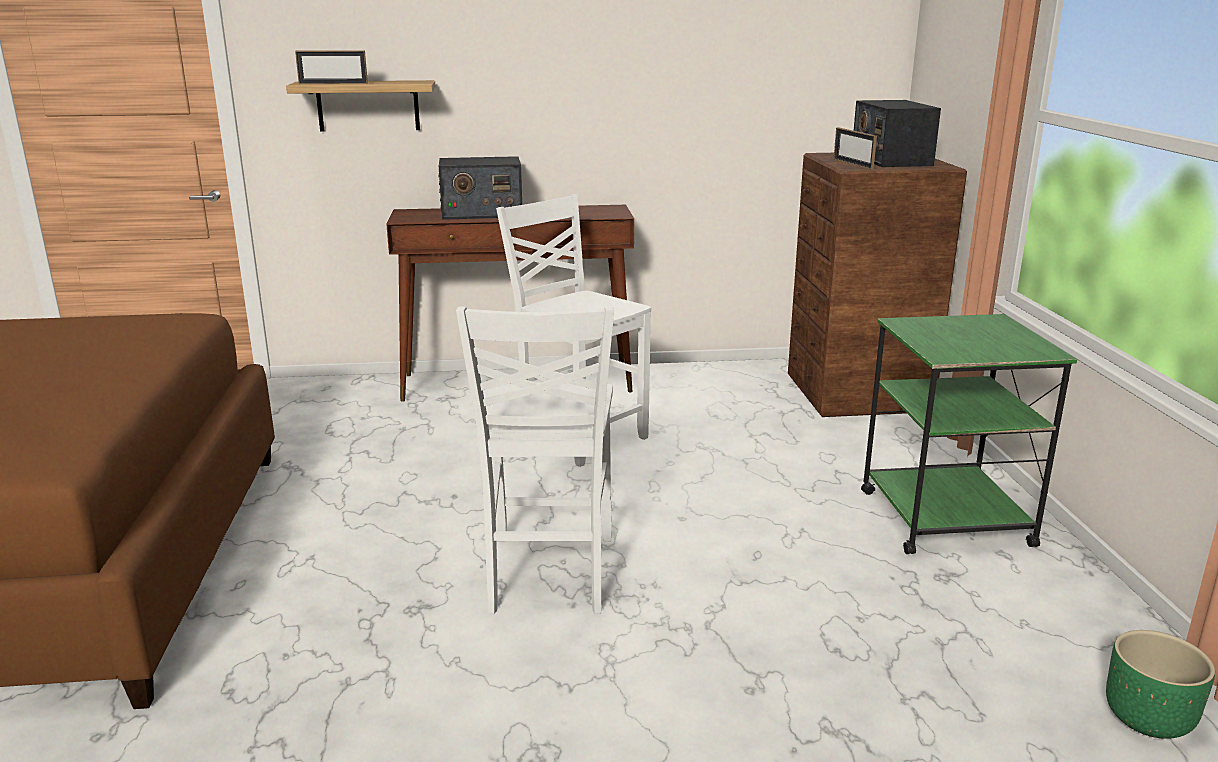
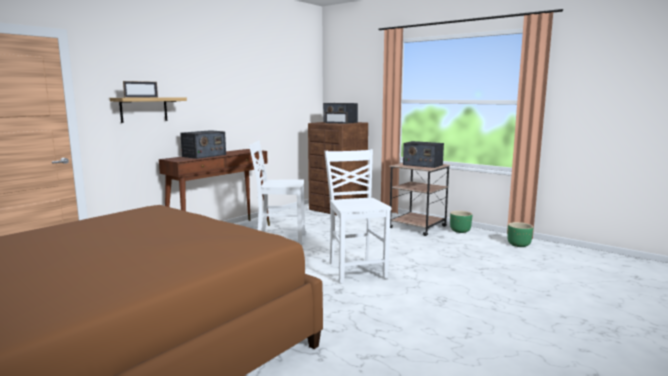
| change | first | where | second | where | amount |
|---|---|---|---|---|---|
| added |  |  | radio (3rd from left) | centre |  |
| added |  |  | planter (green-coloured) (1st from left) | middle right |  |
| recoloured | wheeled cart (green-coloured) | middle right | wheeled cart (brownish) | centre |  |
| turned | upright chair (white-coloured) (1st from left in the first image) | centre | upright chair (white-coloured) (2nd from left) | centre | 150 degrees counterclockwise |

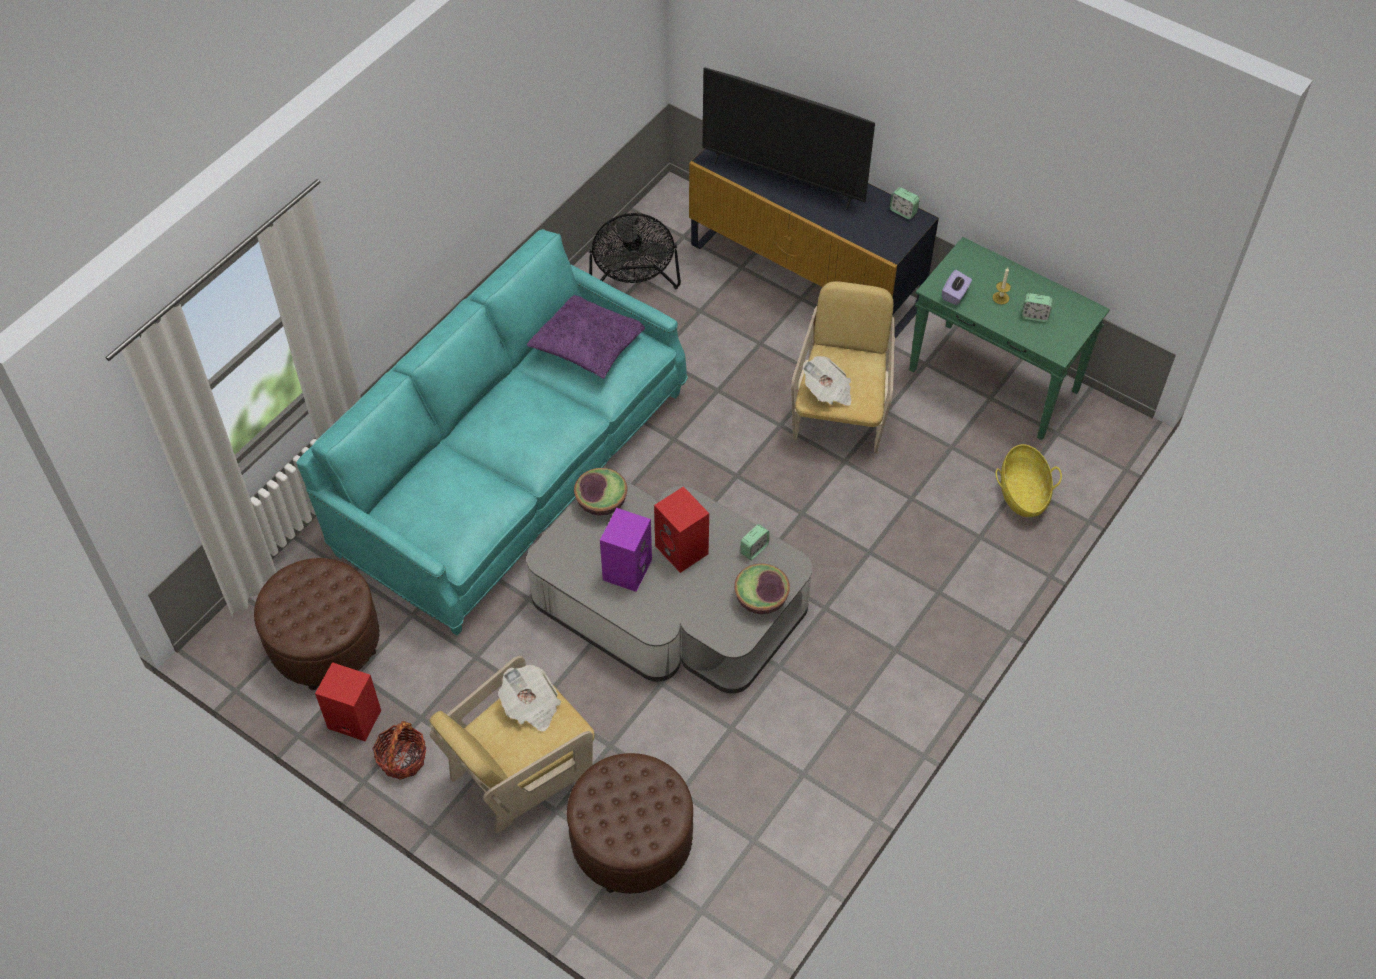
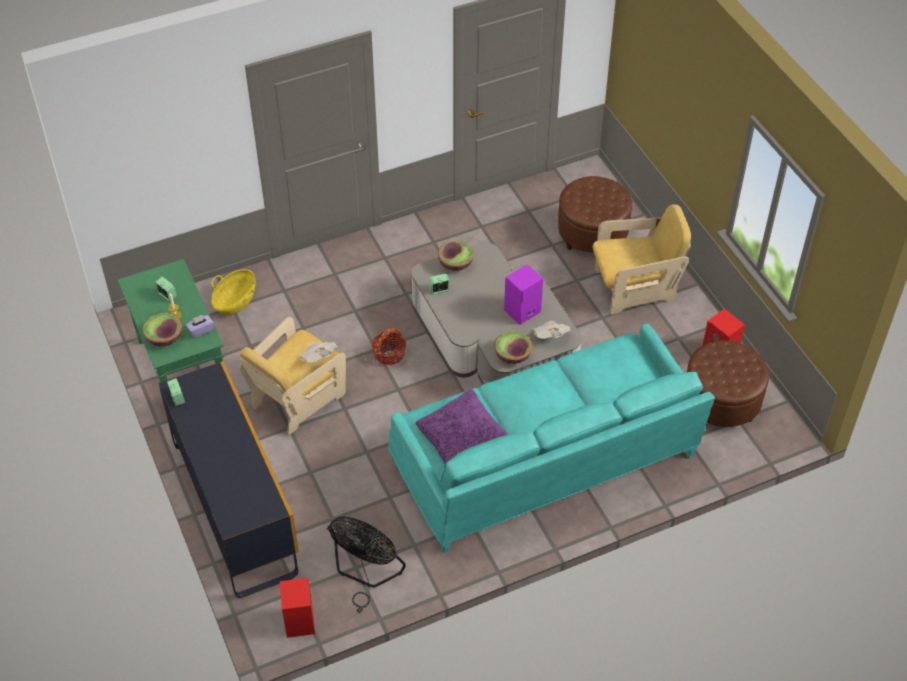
| change | first | where | second | where | amount |
|---|---|---|---|---|---|
| removed | TV | top centre |  |  |  |
| added |  |  | deep dish (1st from left) | middle left |  |
| moved | storage basket (1st from left in the first image) | bottom left | storage basket (2nd from left) | centre |  |
| moved | newspaper (1st from left in the first image) | bottom centre | newspaper (2nd from left) | centre |  |
| moved | audio speaker (reddish) (2nd from left in the first image) | centre | audio speaker (reddish) (1st from left) | bottom left |  |

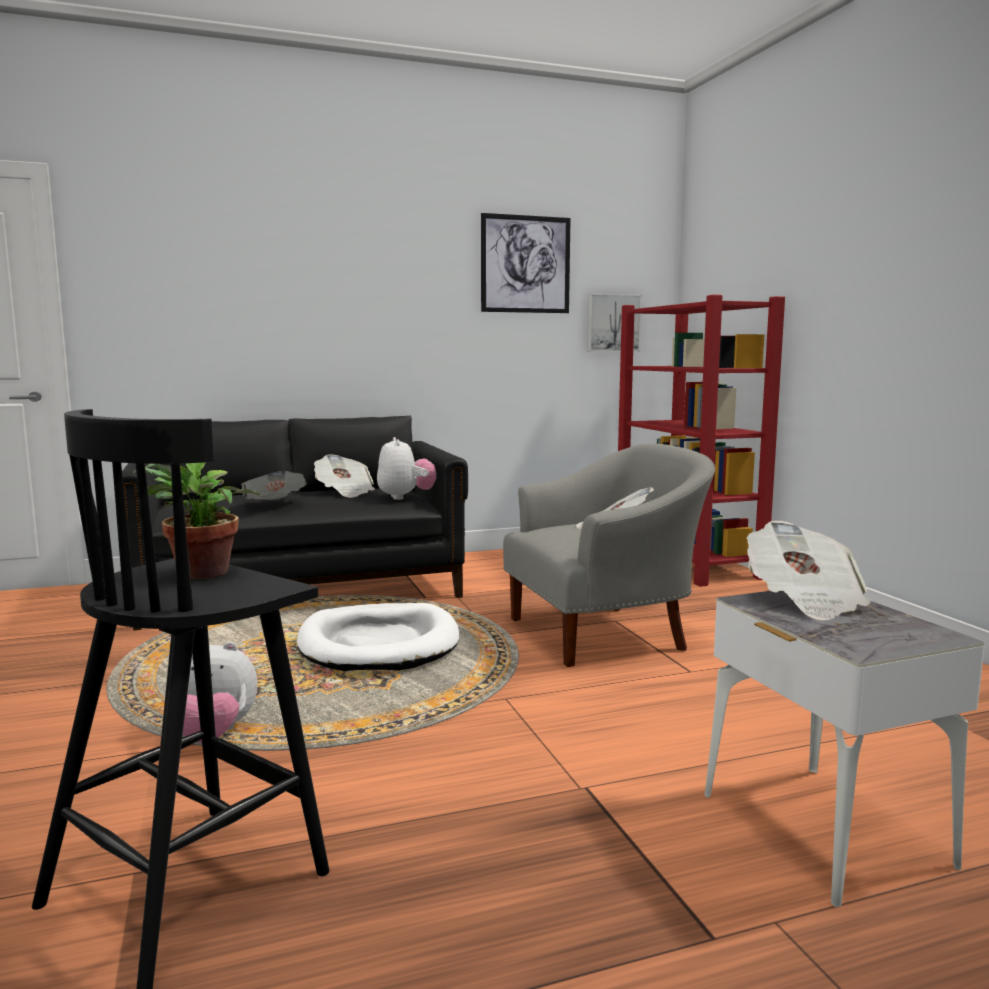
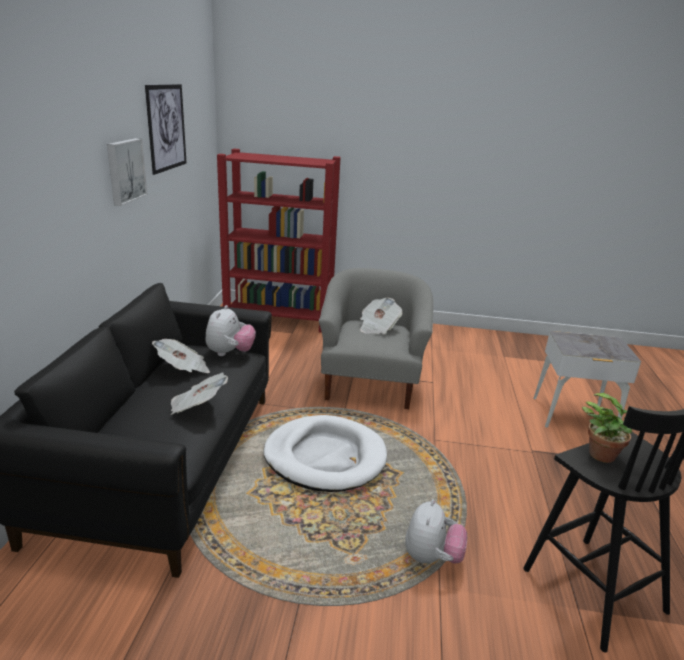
| change | first | where | second | where | amount |
|---|---|---|---|---|---|
| removed | newspaper (4th from left) | middle right |  |  |  |
| moved | picture (2nd from left in the first image) | top centre | picture (1st from left) | top left |  |
| turned | plush toy (2nd from left in the first image) | centre | plush toy (1st from left) | centre | 90 degrees clockwise |

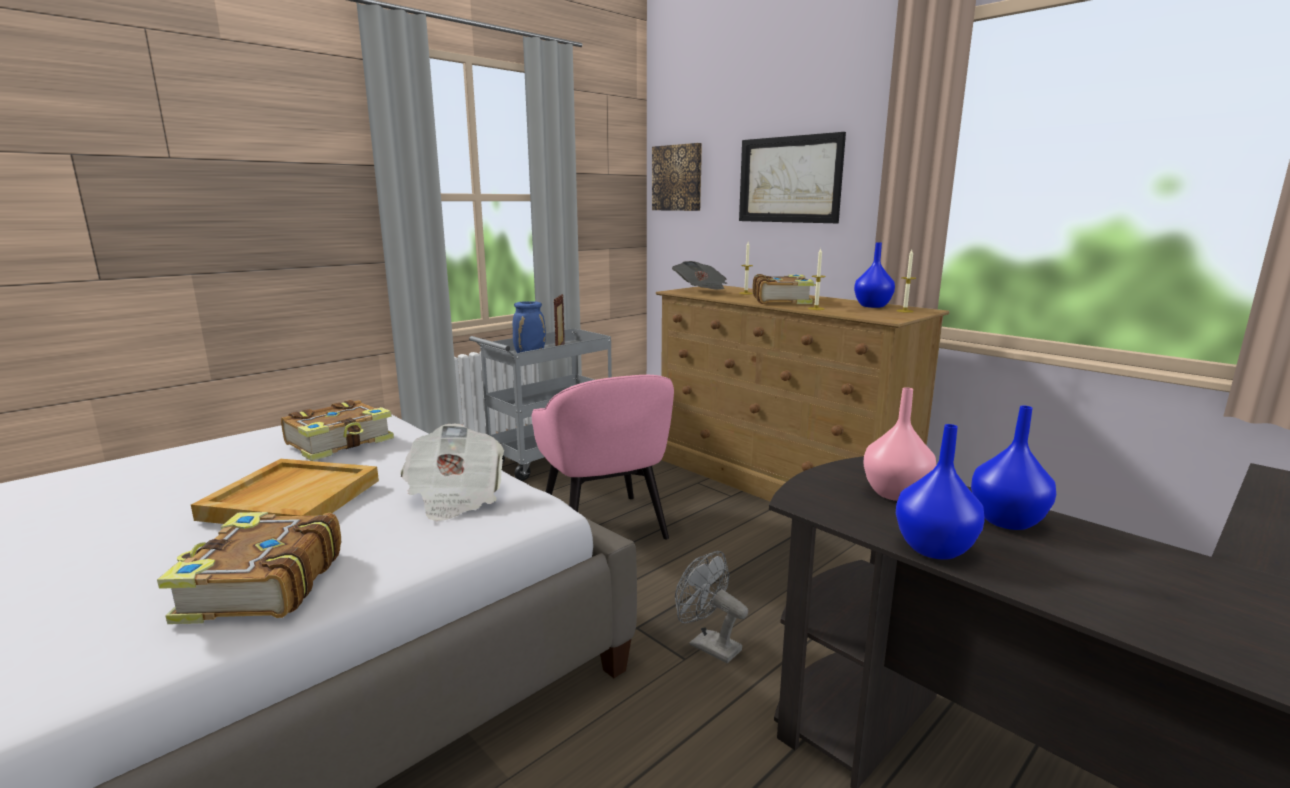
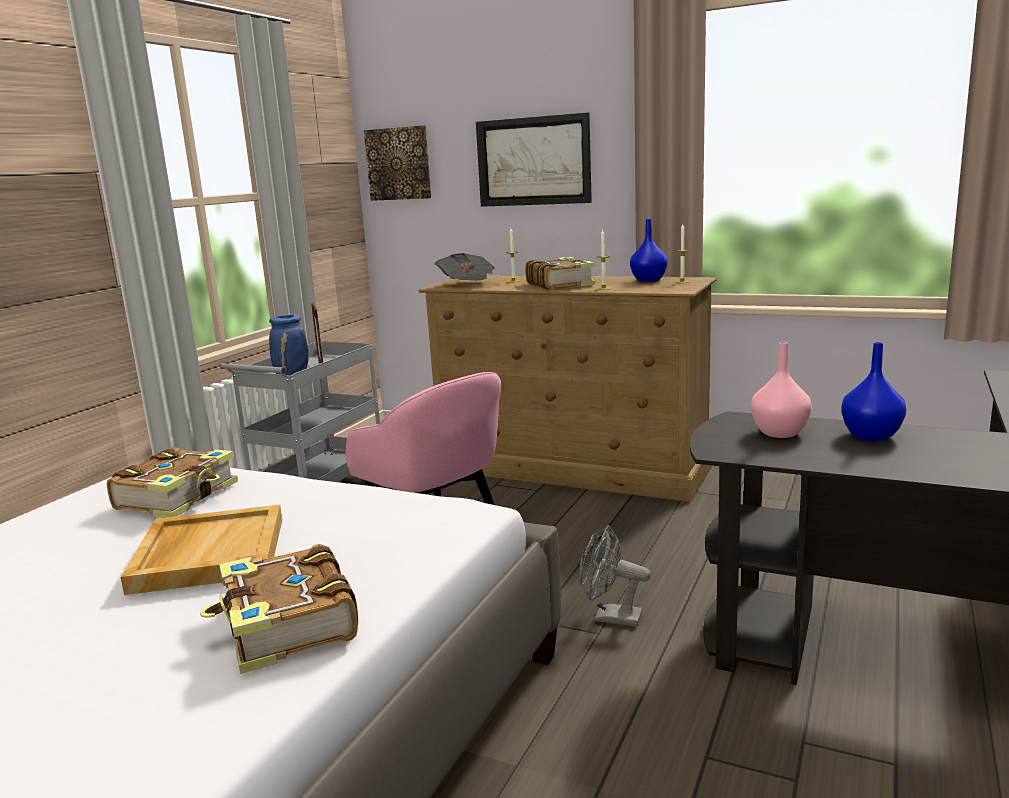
| change | first | where | second | where | amount |
|---|---|---|---|---|---|
| removed | newspaper (1st from left) | centre |  |  |  |
| removed | decorative vase (bluish) (3rd from left) | middle right |  |  |  |

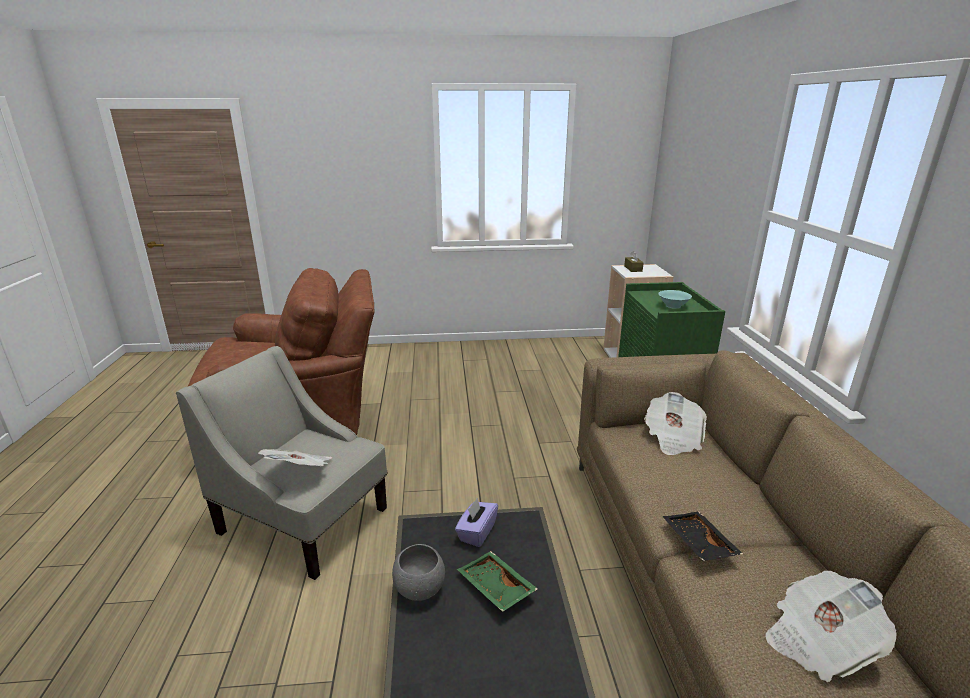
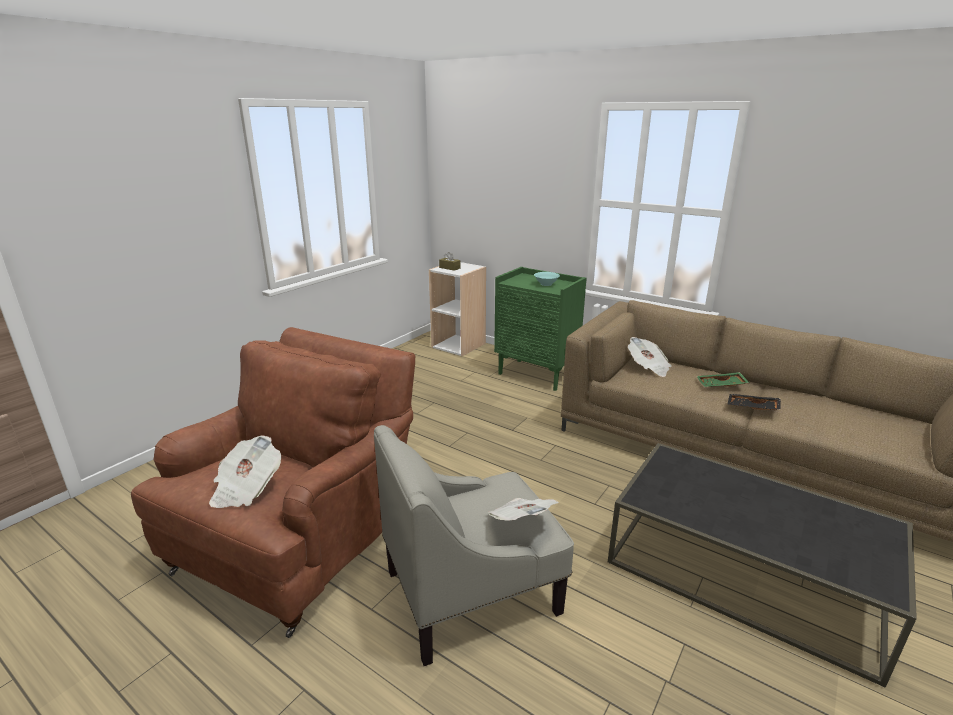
| change | first | where | second | where | amount |
|---|---|---|---|---|---|
| removed | deep dish (greyish) | bottom centre |  |  |  |
| removed | tissue holder (purple-coloured) | bottom centre |  |  |  |
| moved | serving tray (green-coloured) | bottom centre |  | middle right |  |
| moved | newspaper (3rd from left in the first image) | bottom right | newspaper (1st from left) | middle left |  |

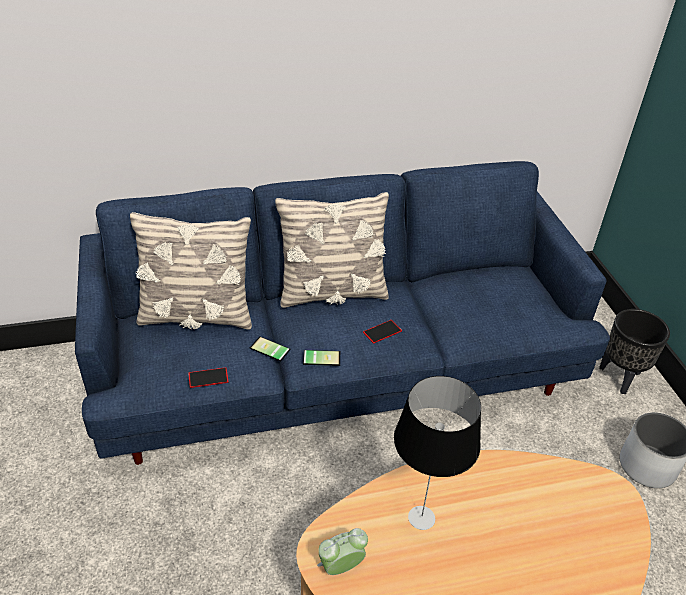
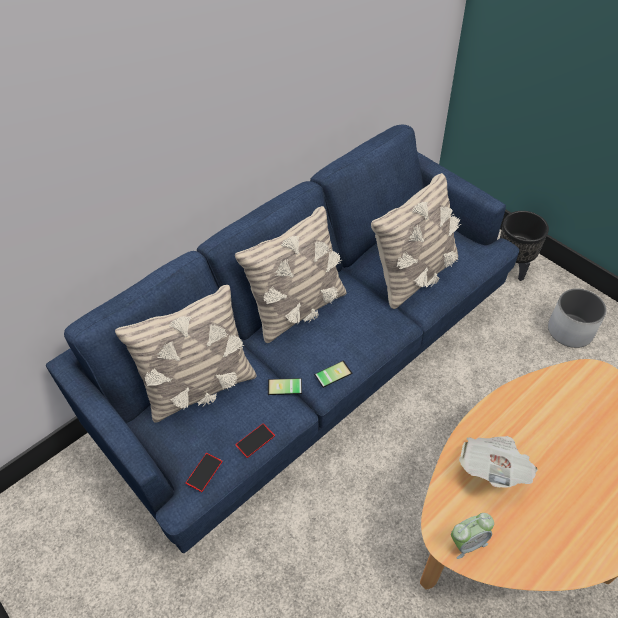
| change | first | where | second | where | amount |
|---|---|---|---|---|---|
| added |  |  | throw pillow (beige) (3rd from left) | middle right |  |
| moved | telephone (4th from left in the first image) | centre | telephone (1st from left) | bottom left |  |
| replaced | table lamp | bottom centre | newspaper | bottom right |  |
| turned | alarm clock | bottom centre |  | bottom right | 150 degrees counterclockwise |

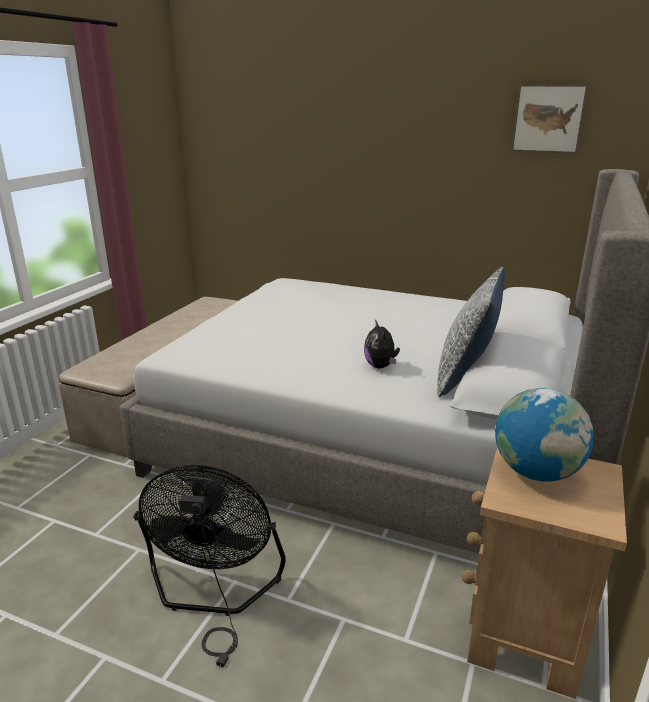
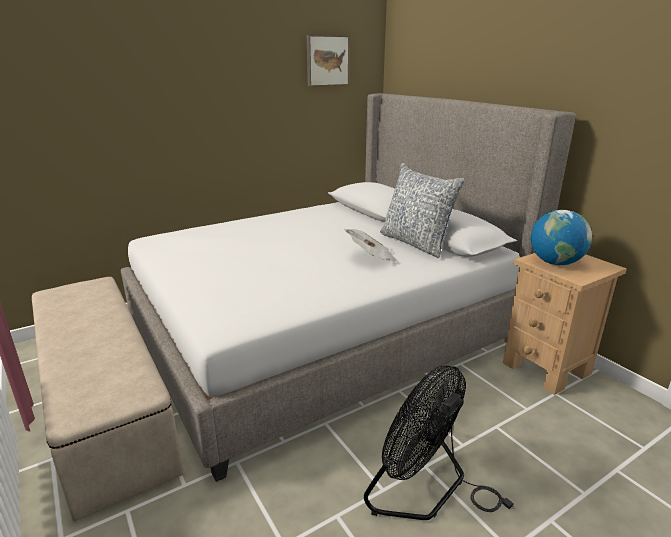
| change | first | where | second | where | amount |
|---|---|---|---|---|---|
| replaced | plush toy | centre | newspaper | centre |  |

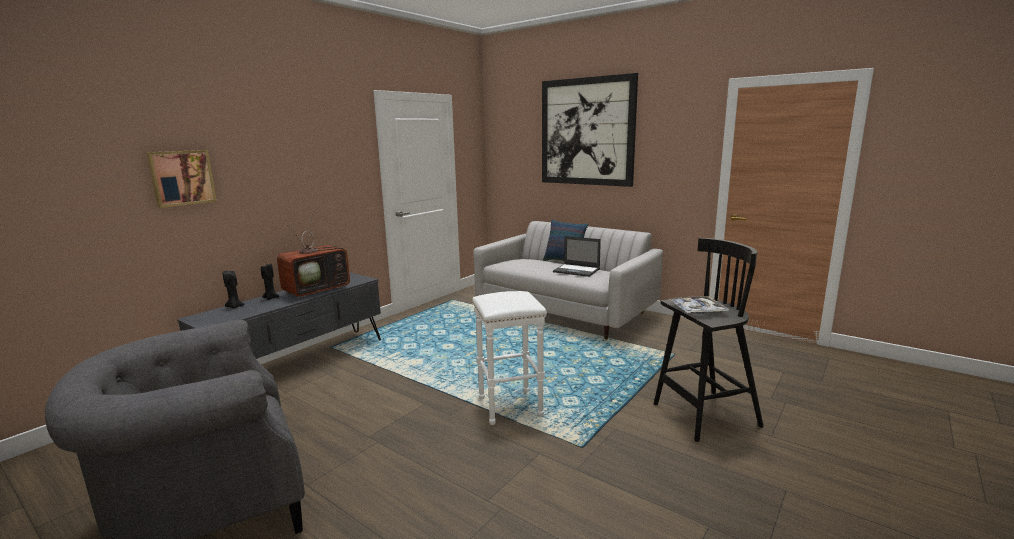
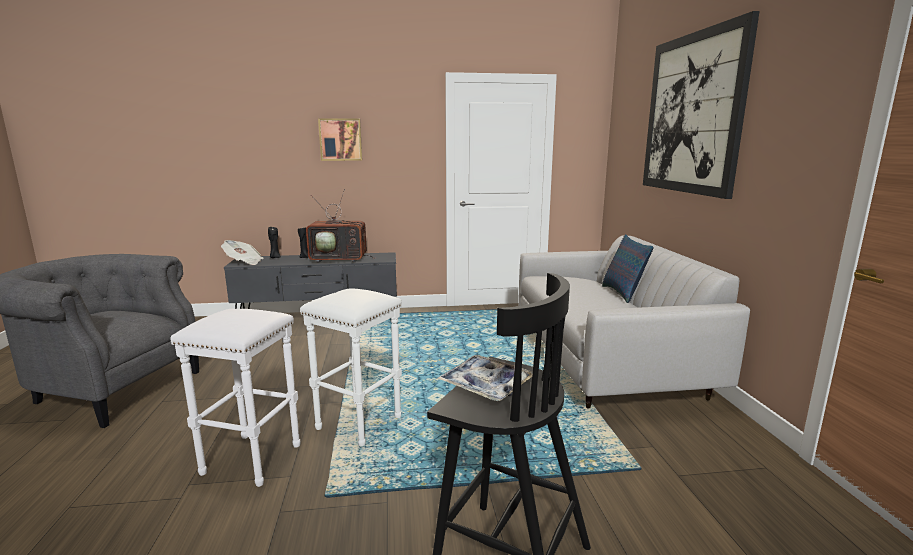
| change | first | where | second | where | amount |
|---|---|---|---|---|---|
| removed | notebook computer | centre |  |  |  |
| added |  |  | stool (white-coloured) (1st from left) | bottom left |  |
| added |  |  | newspaper | middle left |  |
| moved | picture (1st from left) | top left |  | top centre |  |

